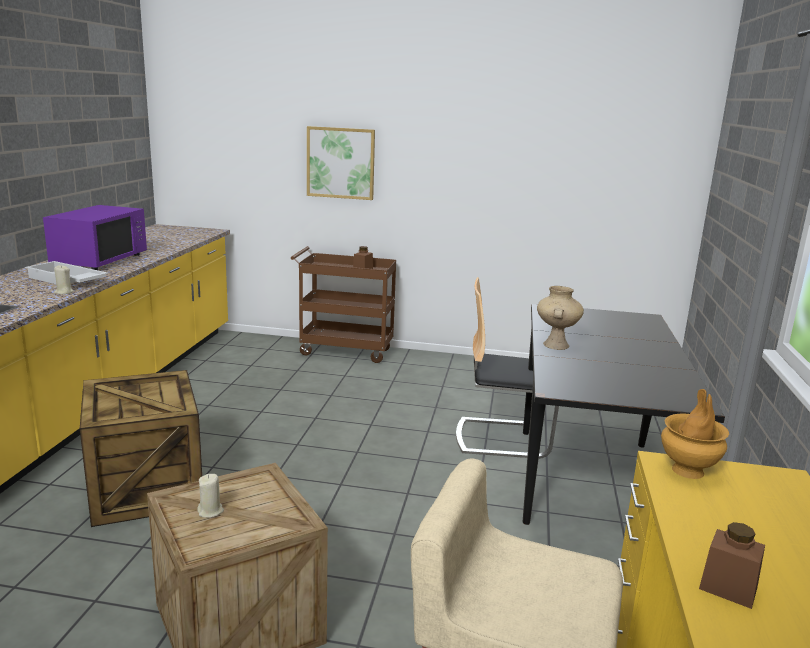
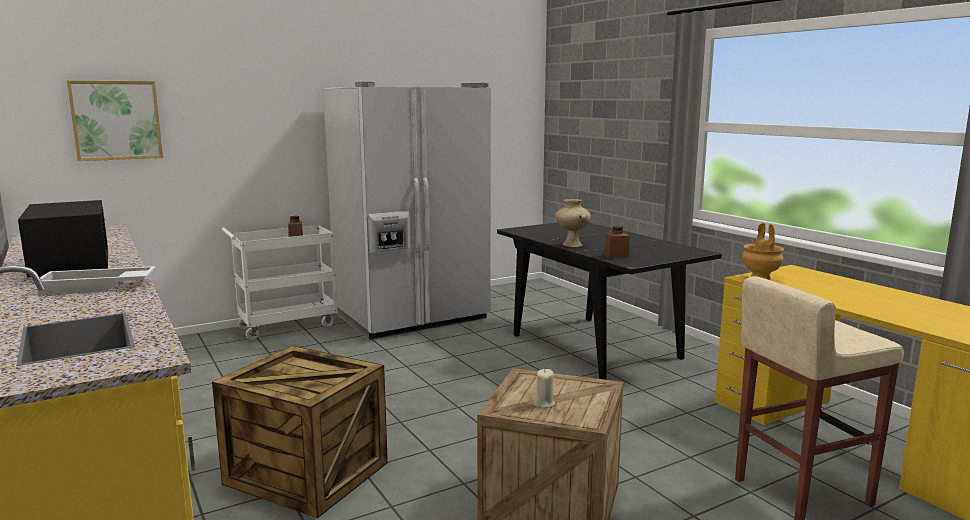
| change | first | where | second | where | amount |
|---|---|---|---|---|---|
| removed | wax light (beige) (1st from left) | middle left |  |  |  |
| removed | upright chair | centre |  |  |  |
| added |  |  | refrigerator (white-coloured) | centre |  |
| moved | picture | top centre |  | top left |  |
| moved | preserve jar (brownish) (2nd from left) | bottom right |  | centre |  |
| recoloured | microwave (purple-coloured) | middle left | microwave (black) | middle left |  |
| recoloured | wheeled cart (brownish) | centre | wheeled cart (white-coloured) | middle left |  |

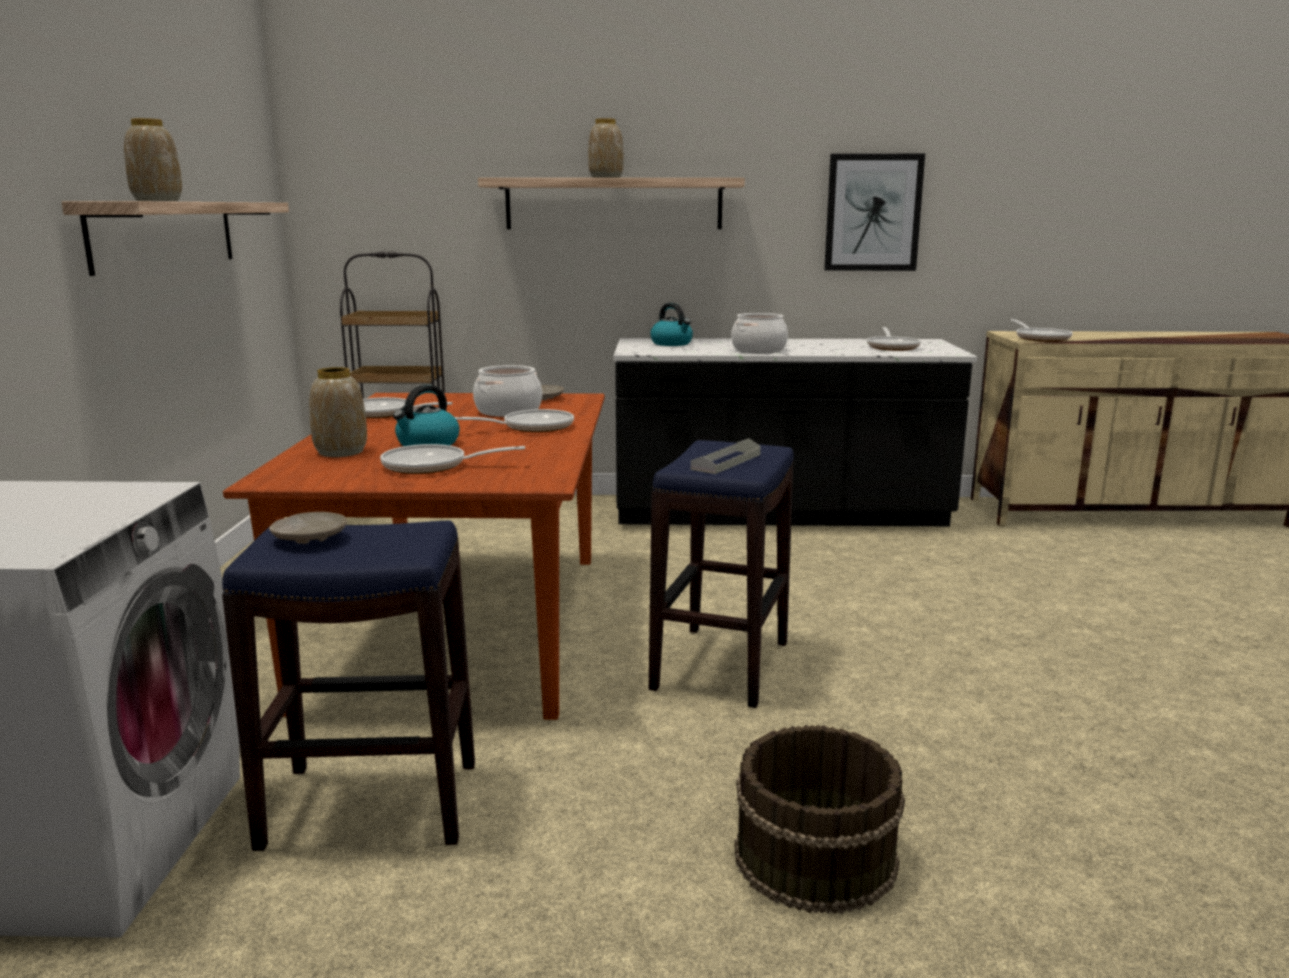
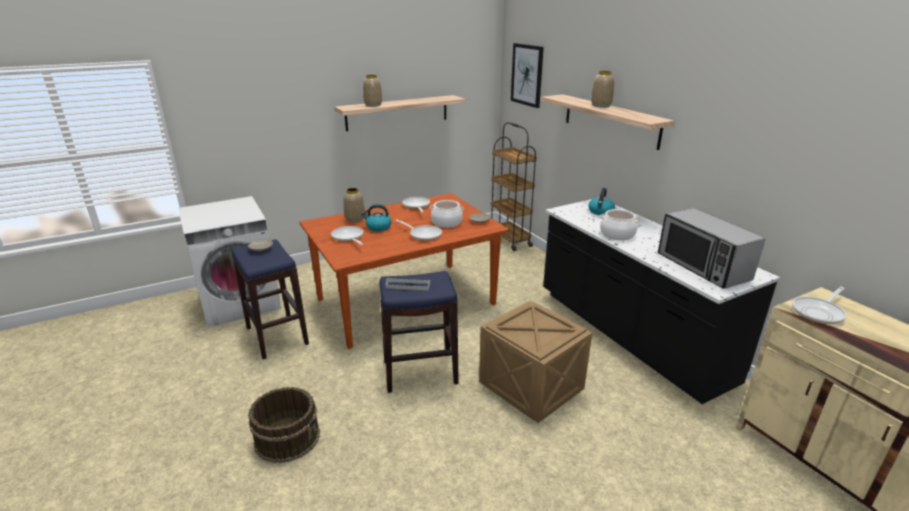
| change | first | where | second | where | amount |
|---|---|---|---|---|---|
| added |  |  | packing crate | bottom centre |  |
| moved | picture | top right |  | top centre |  |
| replaced | skillet (4th from left) | middle right | microwave | middle right |  |

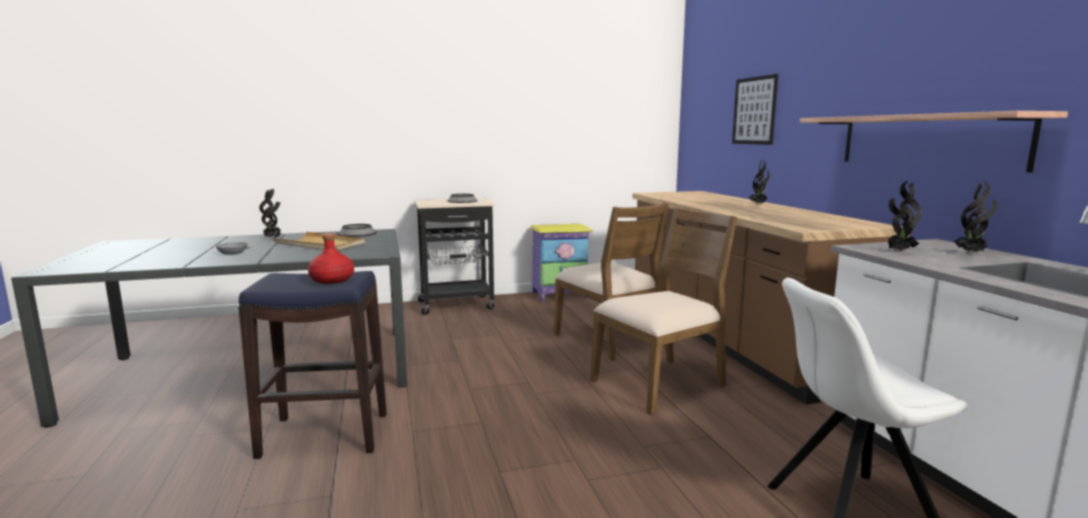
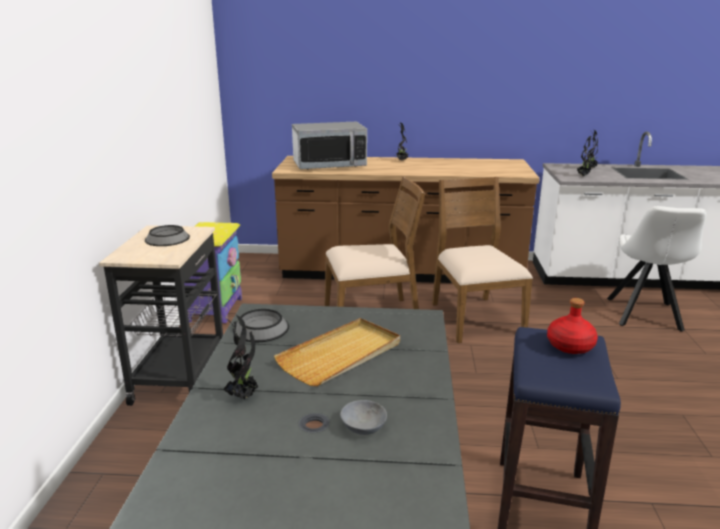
| change | first | where | second | where | amount |
|---|---|---|---|---|---|
| removed | picture | top right |  |  |  |
| removed | bracket shelf | top right |  |  |  |
| added |  |  | microwave | top centre |  |

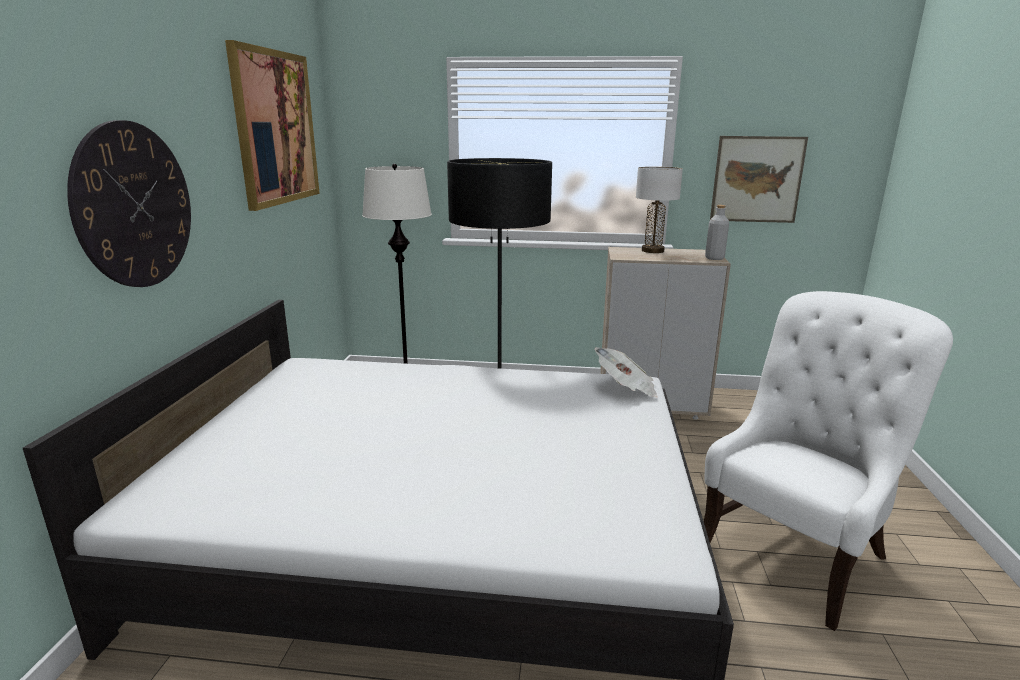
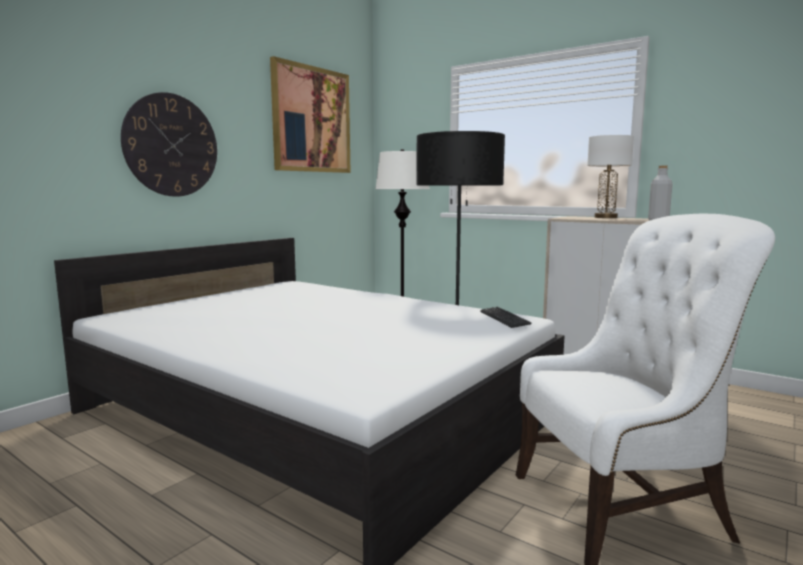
| change | first | where | second | where | amount |
|---|---|---|---|---|---|
| removed | picture (2nd from left) | top right |  |  |  |
| replaced | newspaper | centre | keyboard | centre |  |

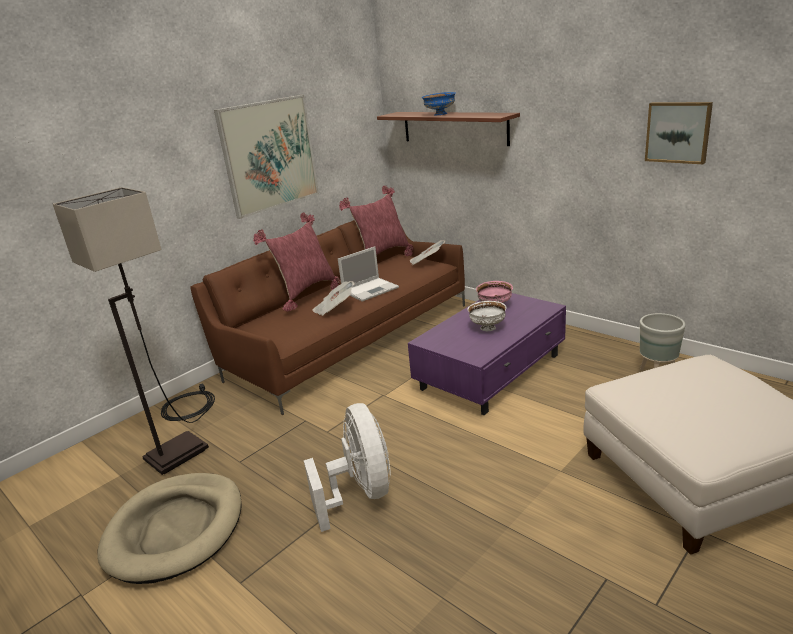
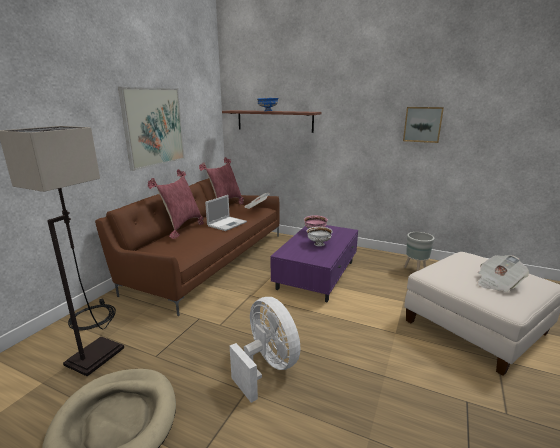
| change | first | where | second | where | amount |
|---|---|---|---|---|---|
| moved | newspaper (1st from left in the first image) | centre | newspaper (2nd from left) | middle right |  |

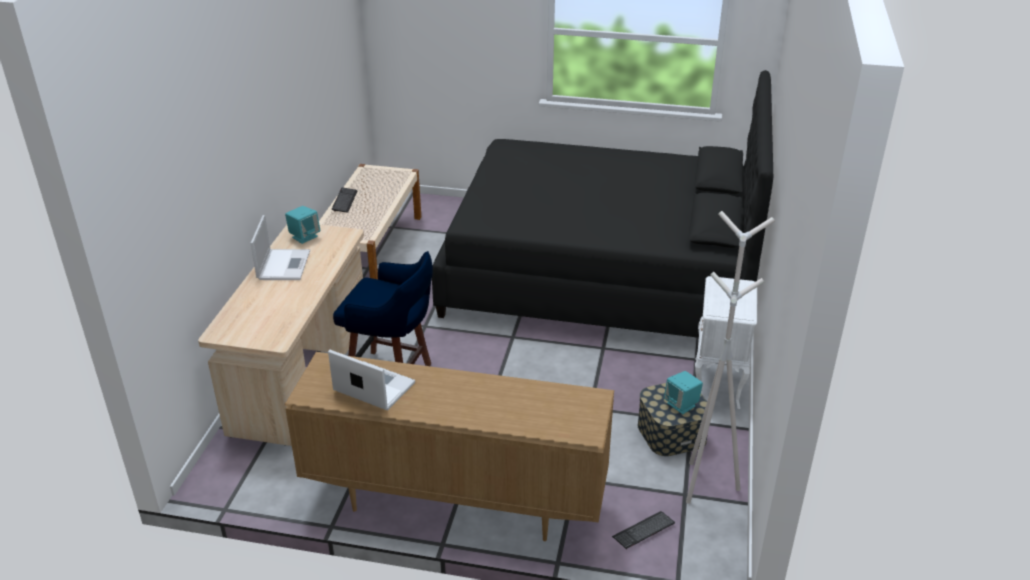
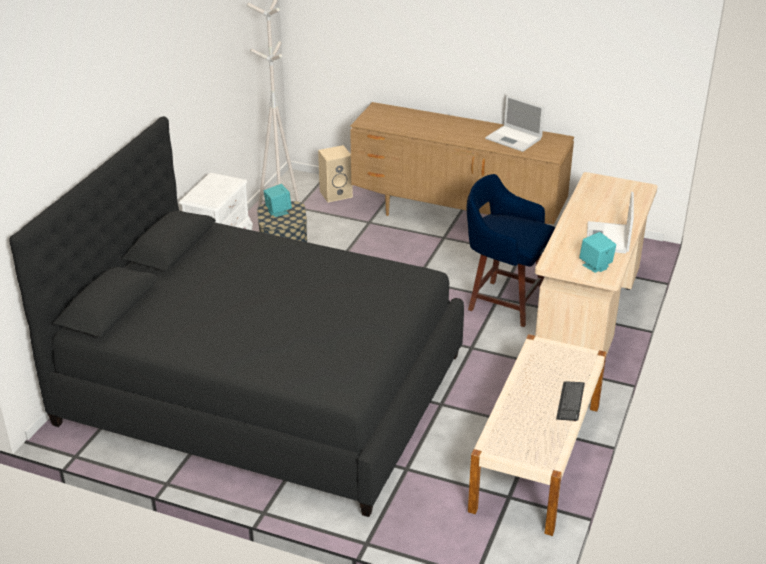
| change | first | where | second | where | amount |
|---|---|---|---|---|---|
| replaced | keyboard (2nd from left) | bottom centre | audio speaker (beige) | top centre |  |

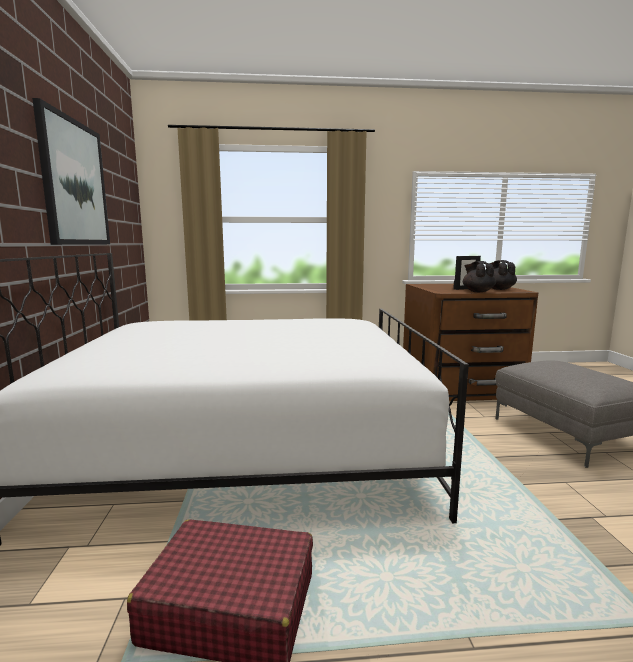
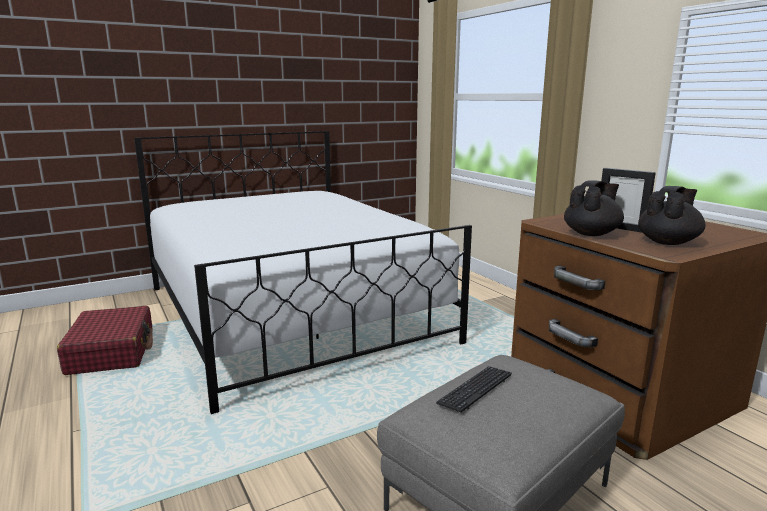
| change | first | where | second | where | amount |
|---|---|---|---|---|---|
| removed | picture | top left |  |  |  |
| added |  |  | keyboard | bottom centre |  |

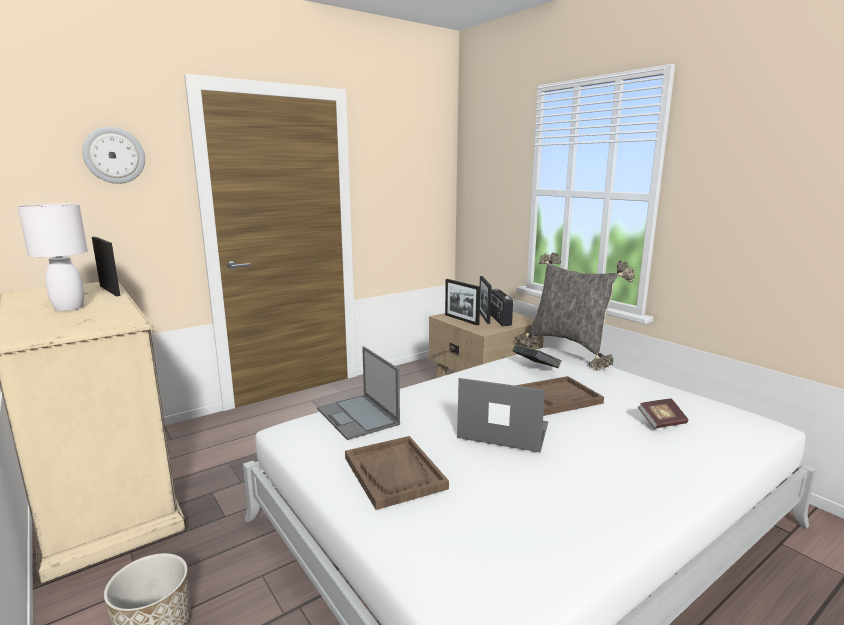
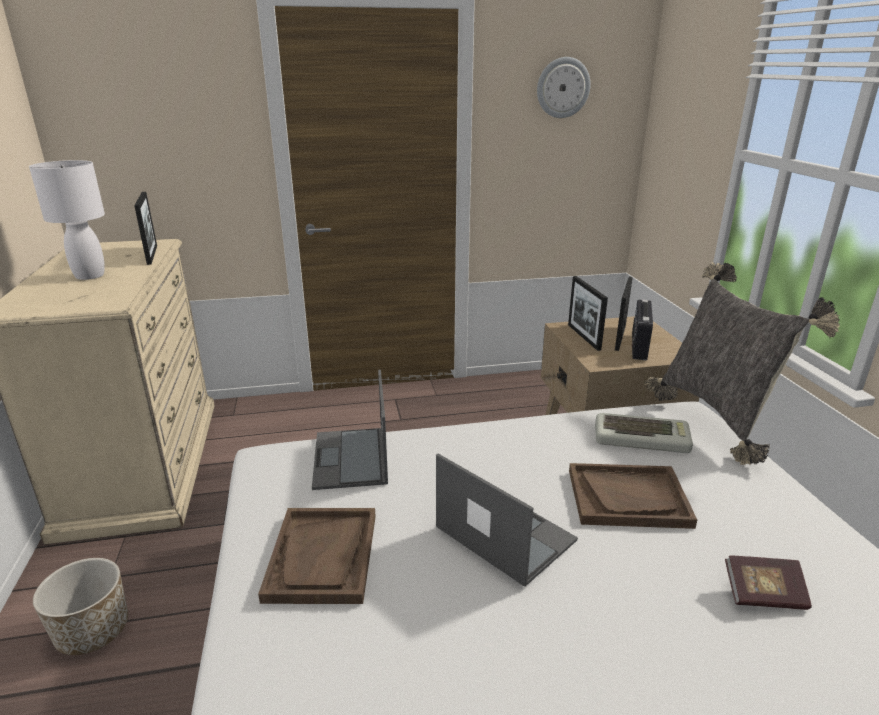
| change | first | where | second | where | amount |
|---|---|---|---|---|---|
| moved | clock on the wall | top left |  | top centre |  |
| replaced | bound book (1st from left) | centre | keyboard | middle right |  |

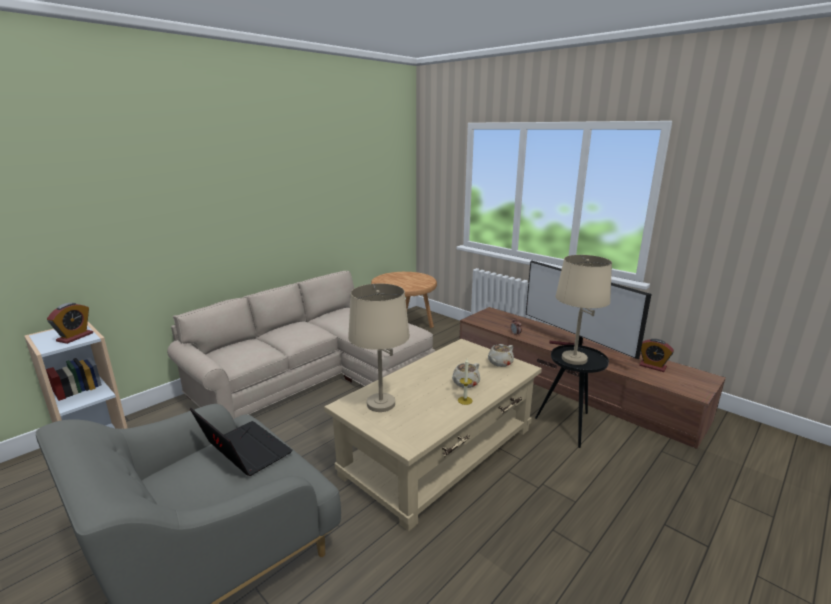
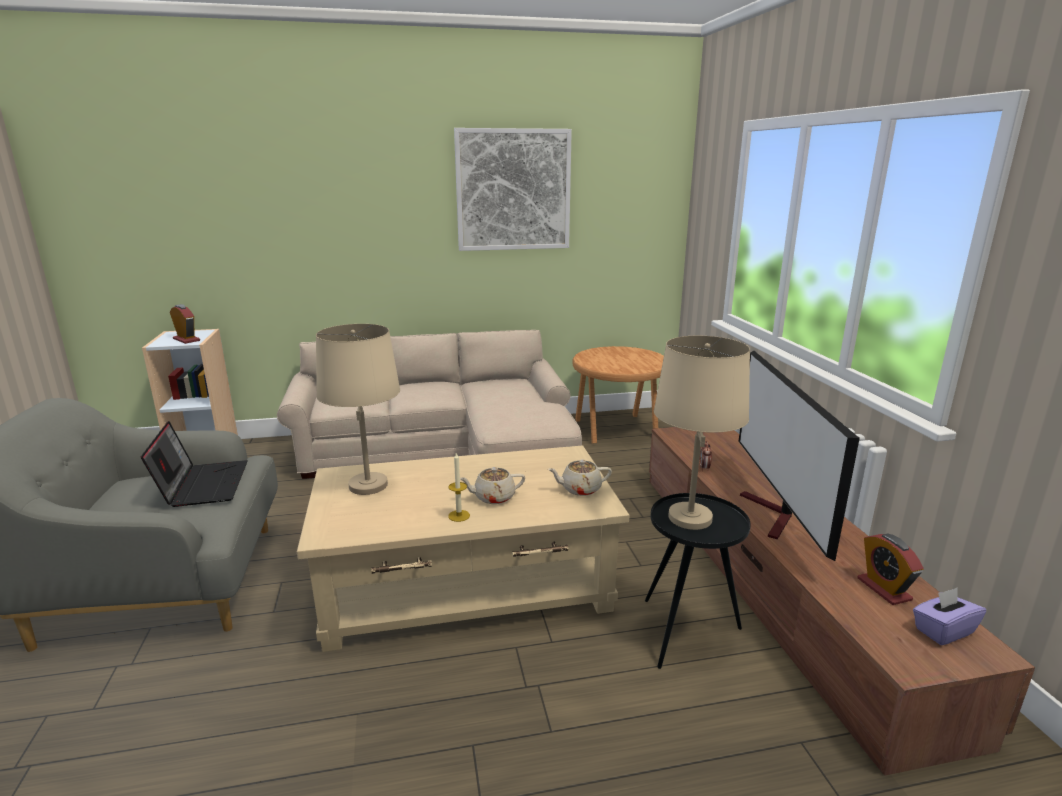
| change | first | where | second | where | amount |
|---|---|---|---|---|---|
| added |  |  | picture | top centre |  |
| added |  |  | tissue holder (purple-coloured) | bottom right |  |
| turned | alarm clock (1st from left) | middle left |  | middle left | 105 degrees counterclockwise |

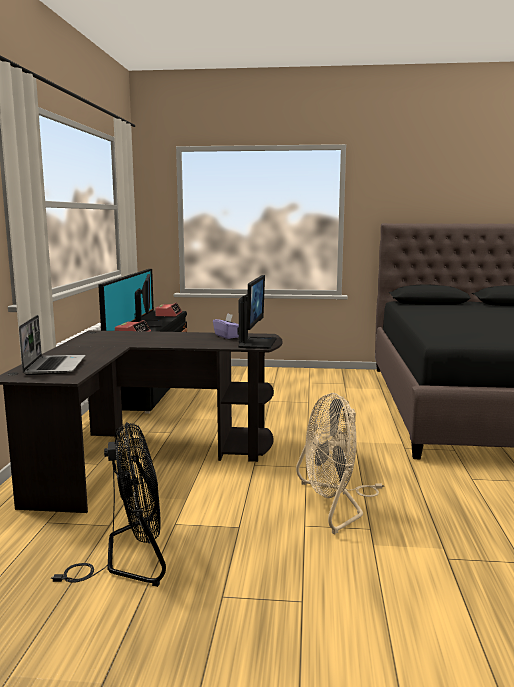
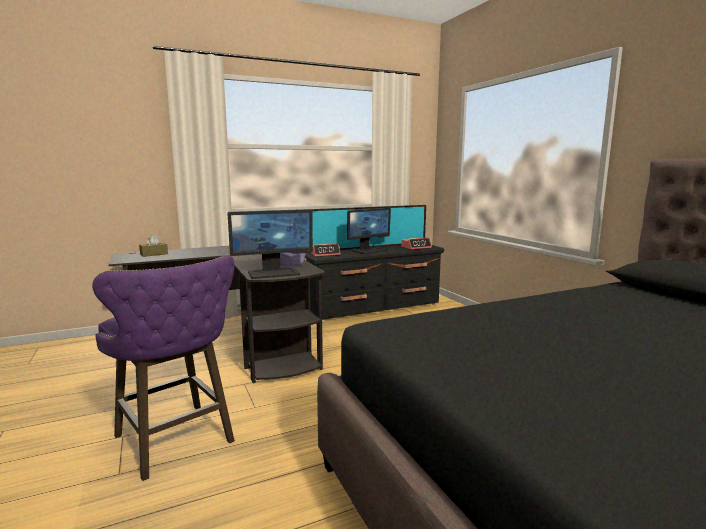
| change | first | where | second | where | amount |
|---|---|---|---|---|---|
| removed | cooling fan (black) | bottom left |  |  |  |
| replaced | notebook computer | middle left | tissue holder (brownish) | middle left |  |
| replaced | cooling fan (beige) | bottom centre | stool (purple-coloured) | bottom left |  |

